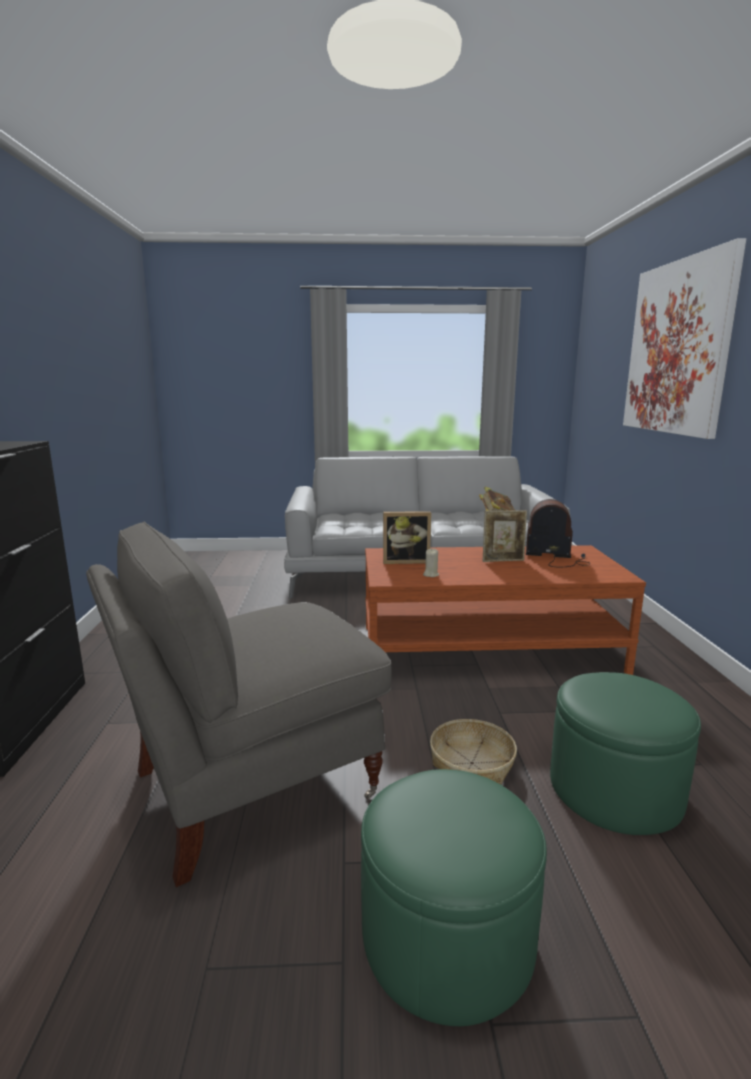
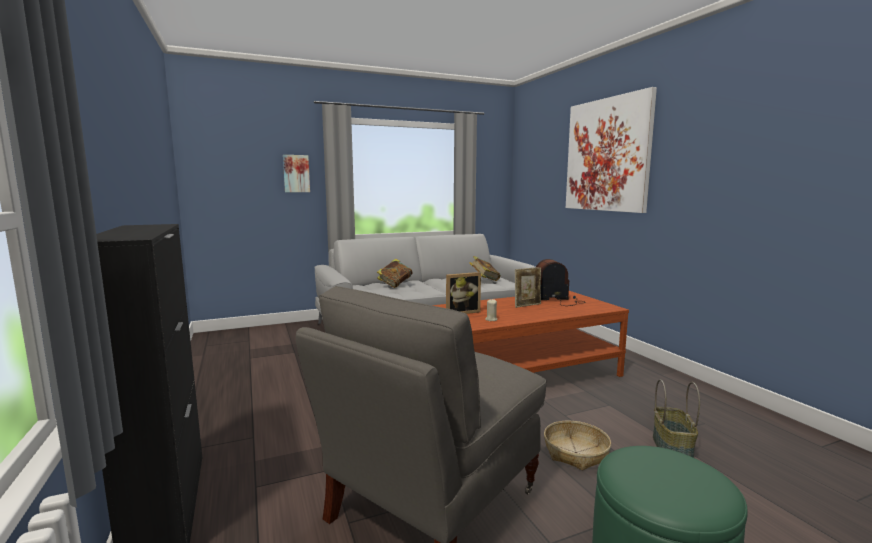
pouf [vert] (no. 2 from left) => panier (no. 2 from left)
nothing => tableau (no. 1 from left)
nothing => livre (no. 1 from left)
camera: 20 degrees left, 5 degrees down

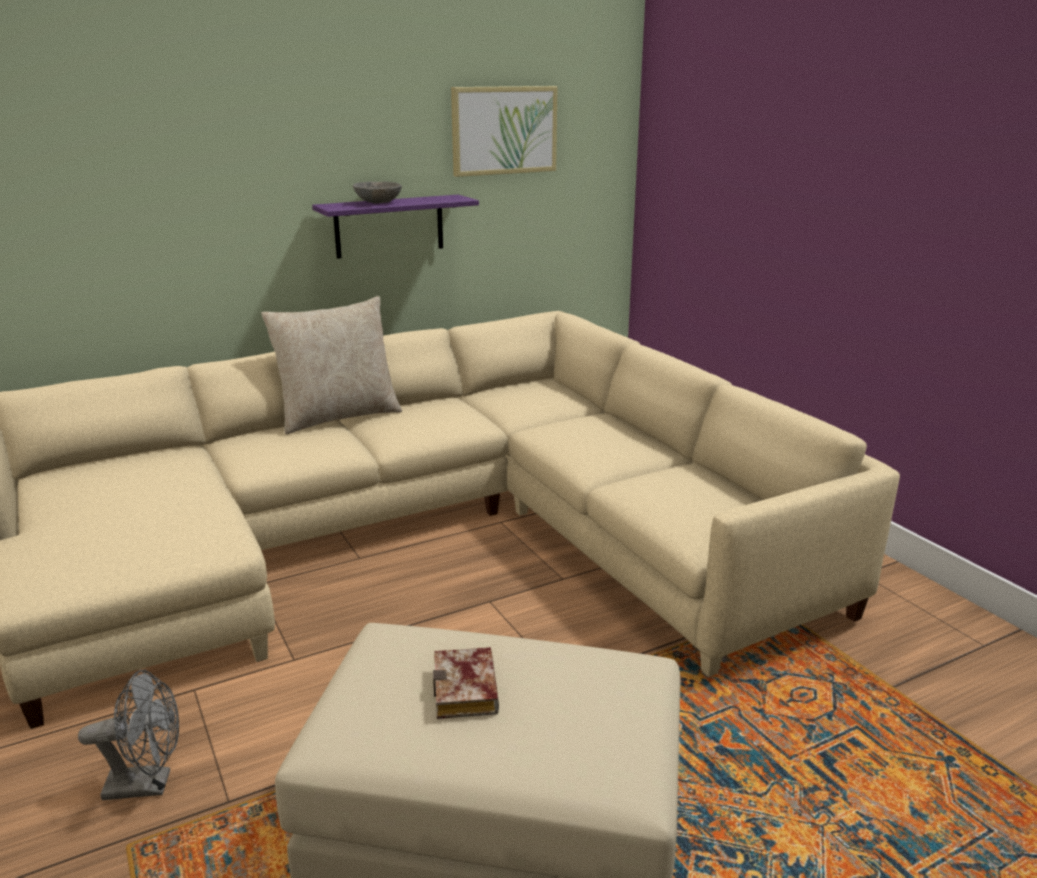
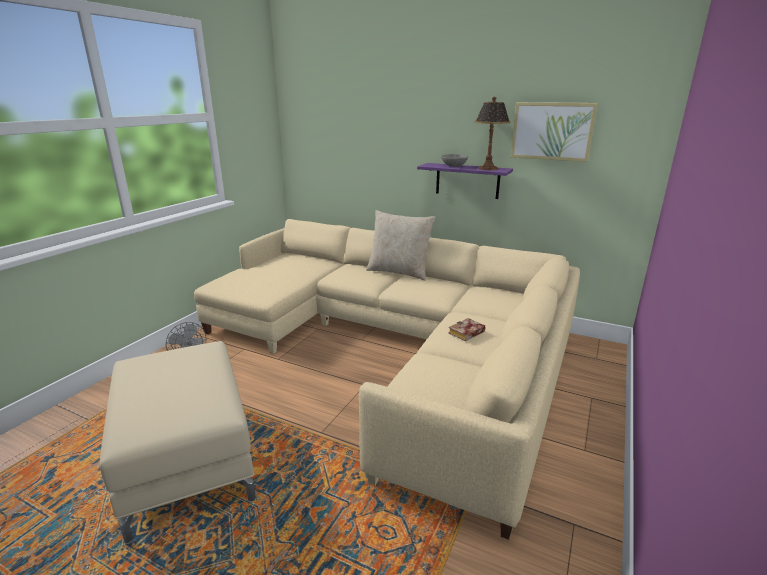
livre, relocated
nothing => lampe de table
camera: 55 degrees right, 0 degrees up

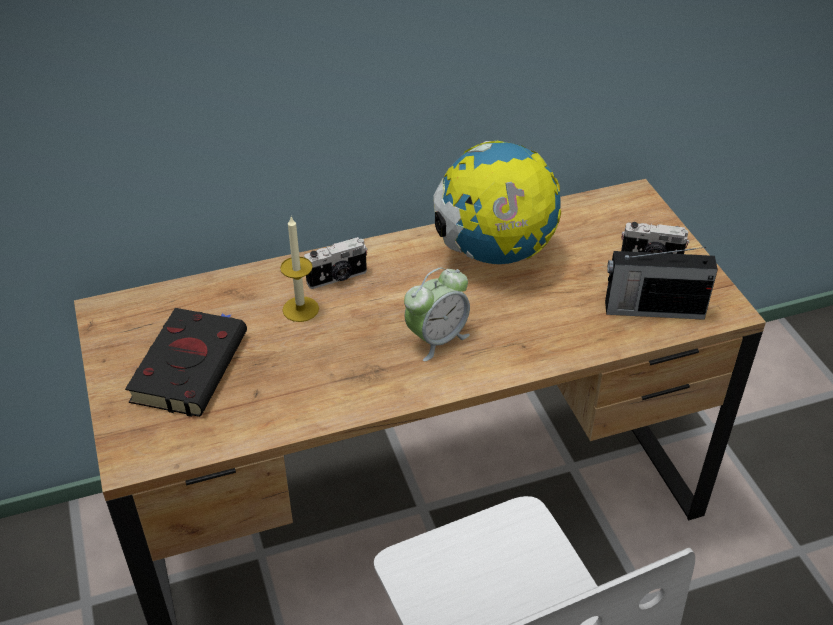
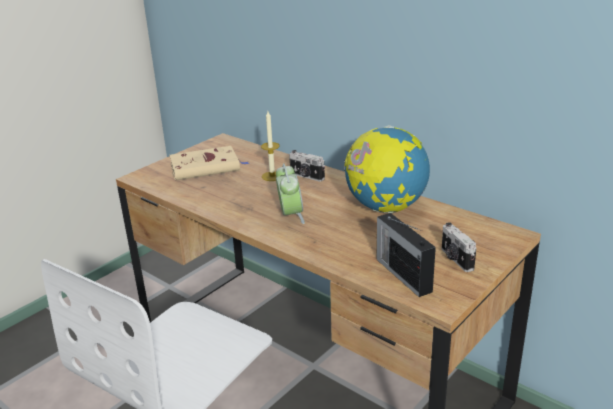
réveil, 120 degrees counterclockwise
livre [noir] => livre [beige]
camera: 60 degrees right, 15 degrees down

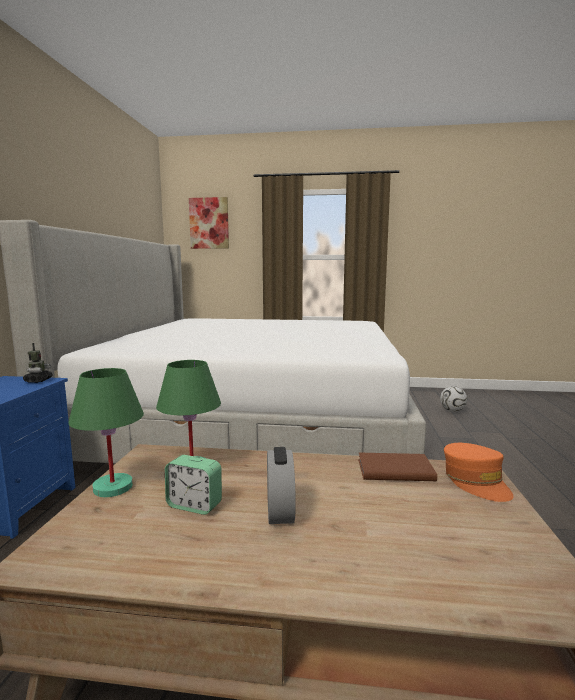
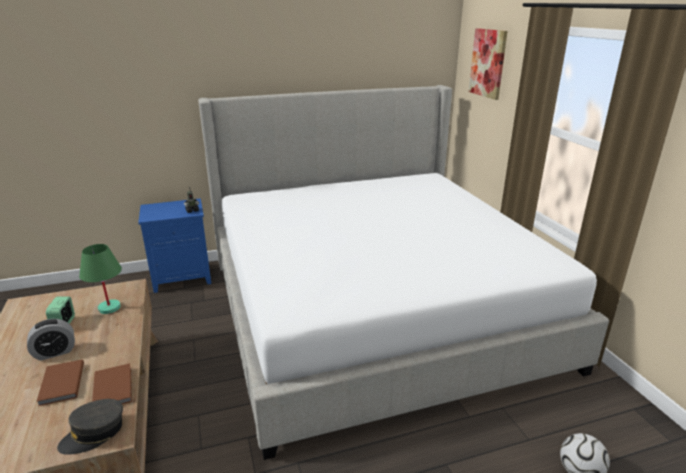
lampe de table [vert] (no. 1 from left) => nothing
casquette [orange] => casquette [gris]
nothing => livre [marron] (no. 1 from left)
camera: 65 degrees right, 15 degrees up

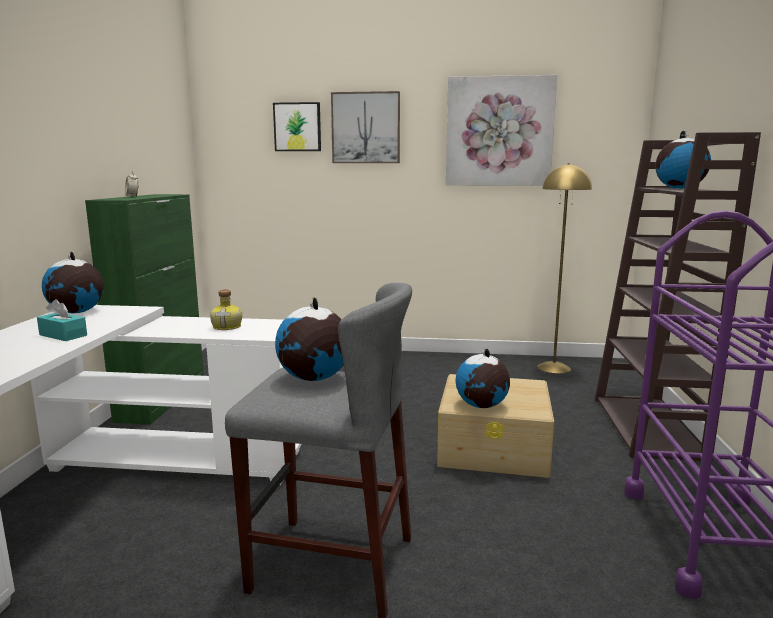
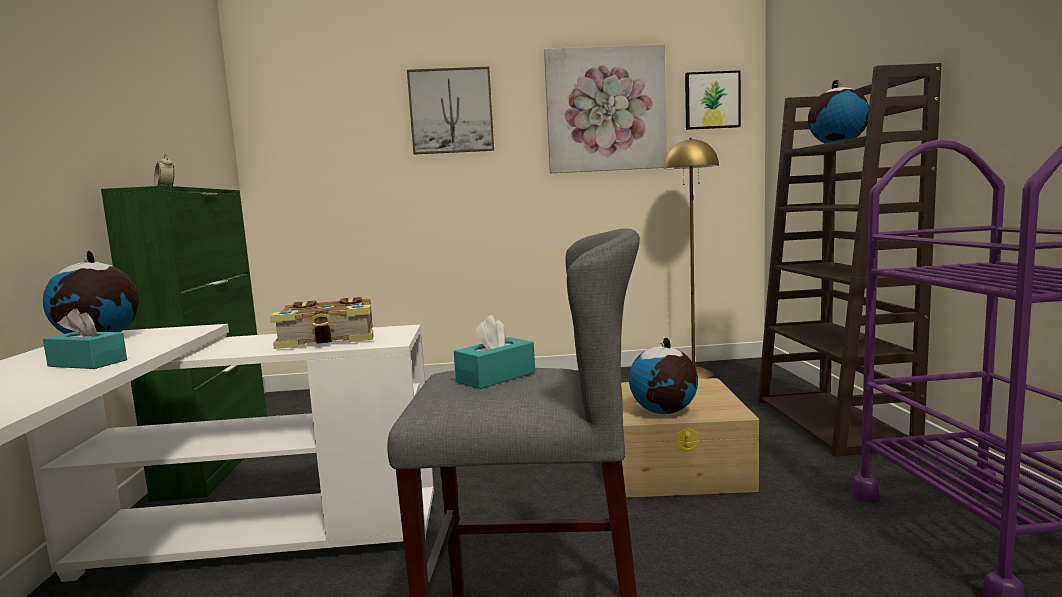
tableau (no. 1 from left in the first image) => tableau (no. 3 from left), relocated
bouteille => livre
globe (no. 2 from left) => boîte à mouchoirs [turquoise] (no. 2 from left)
camera: 10 degrees left, 5 degrees down

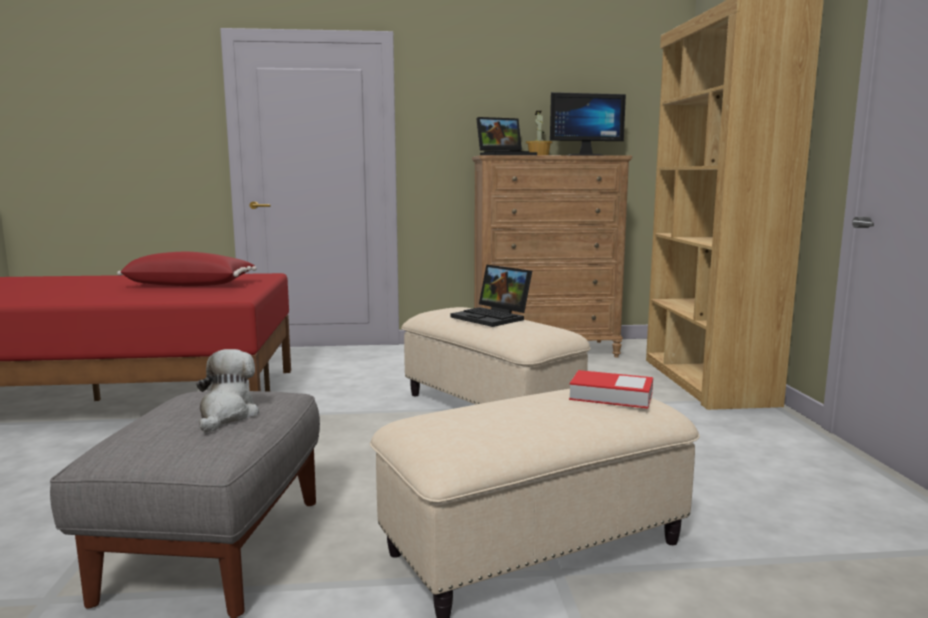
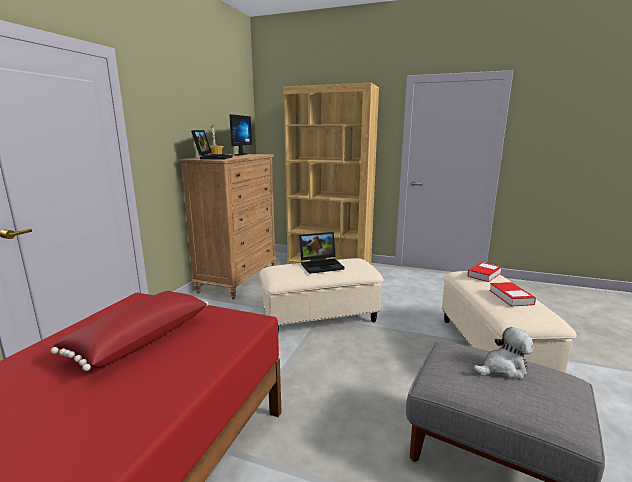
peluche, 135 degrees clockwise
nothing => livre (no. 2 from left)
camera: 65 degrees left, 5 degrees up

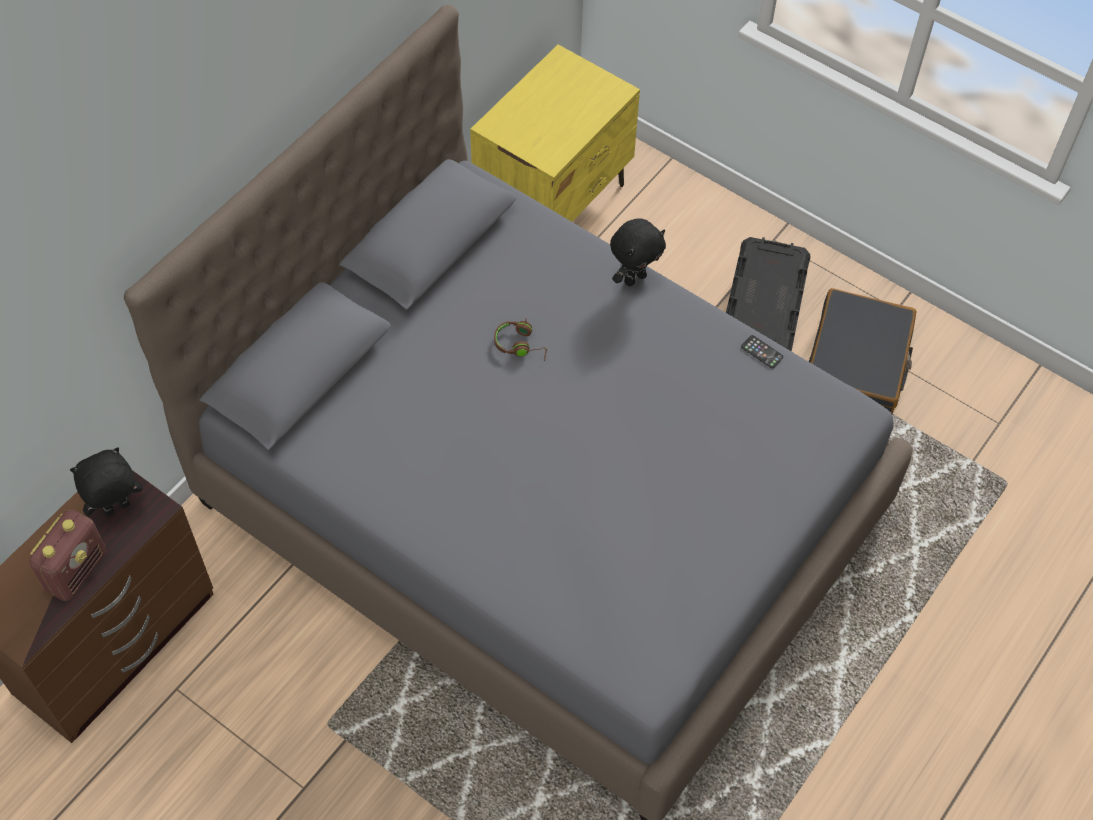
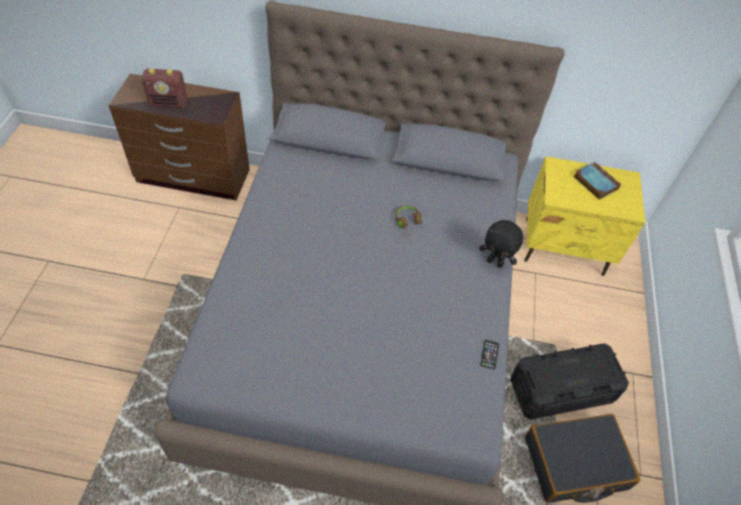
peluche [noir] (no. 1 from left) => nothing
nothing => livre
camera: 60 degrees right, 5 degrees down

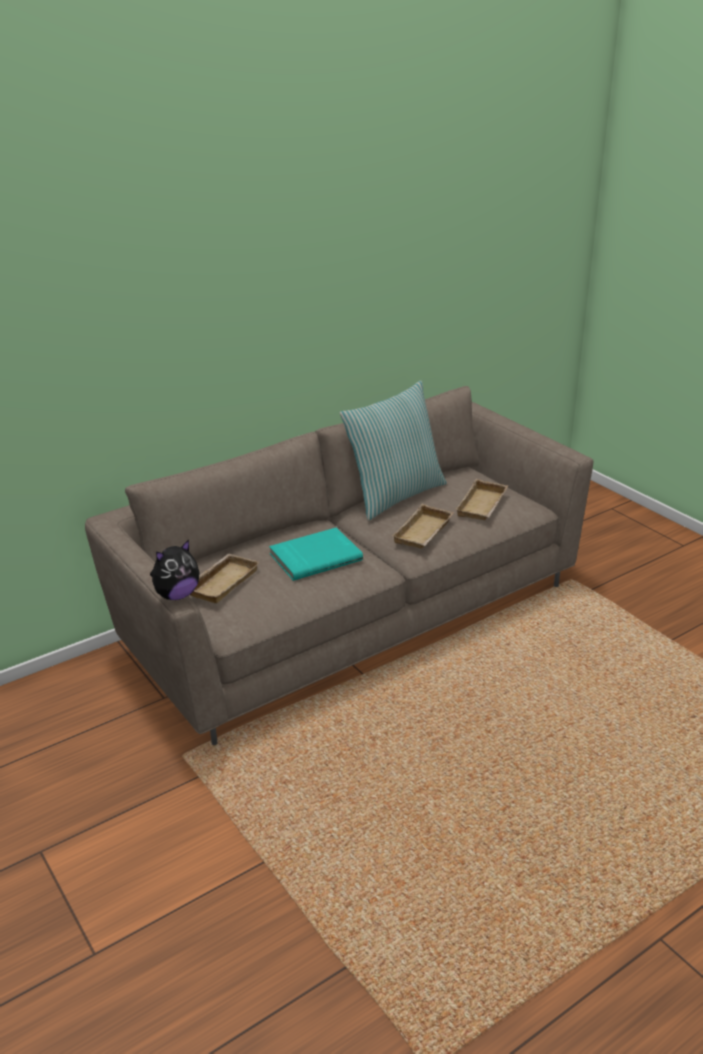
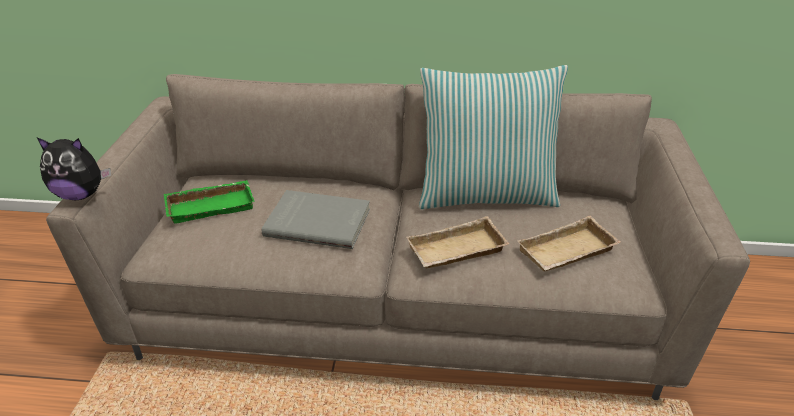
livre [turquoise] => livre [gris]
plateau [beige] (no. 1 from left) => plateau [vert]
camera: 40 degrees right, 5 degrees up

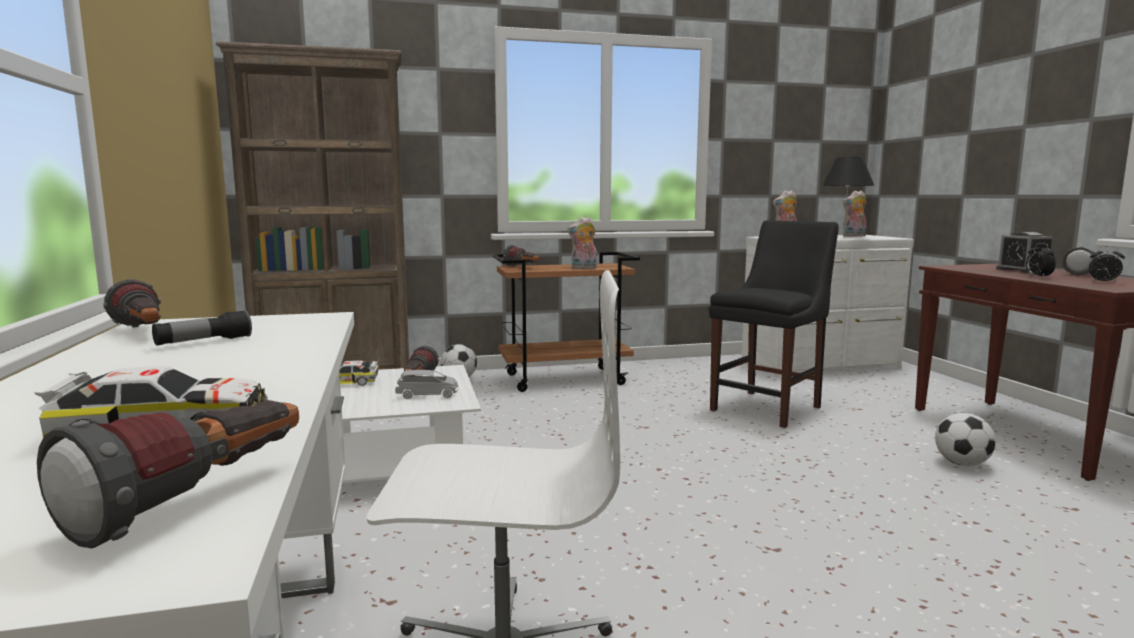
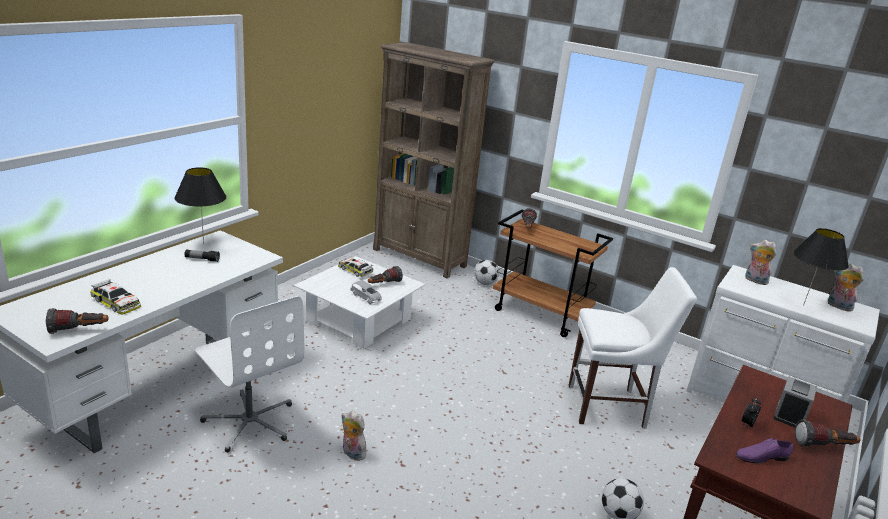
peluche (no. 1 from left), relocated
chaise [noir] => chaise [blanc]
réveil (no. 3 from left) => chaussure [violet]
lampe de poche (no. 1 from left) => lampe de table [noir] (no. 1 from left)
camera: 45 degrees right, 15 degrees up

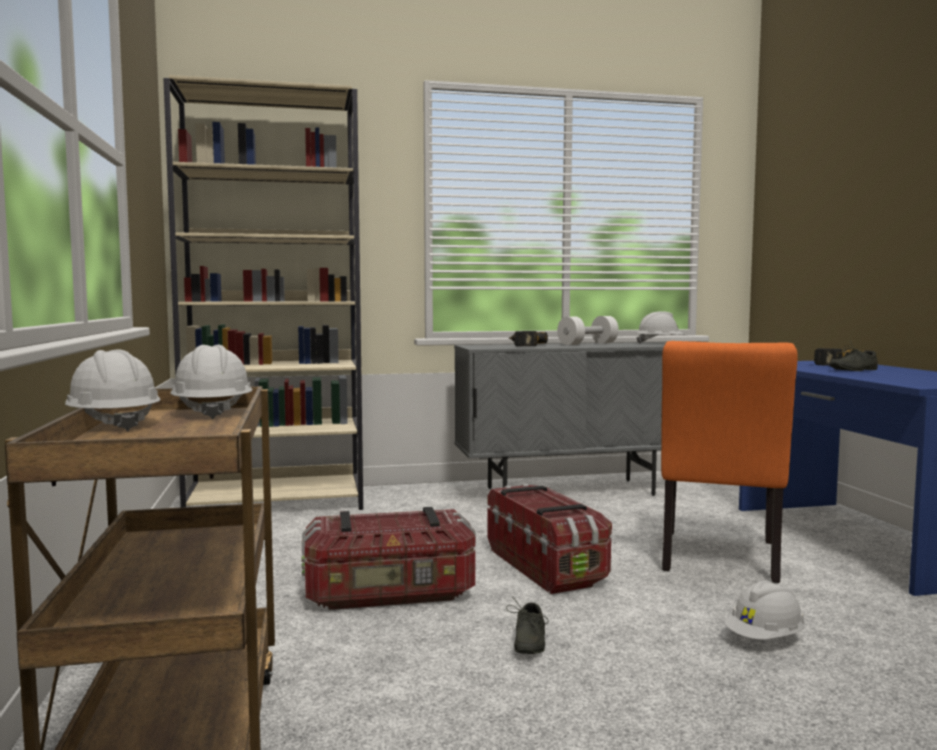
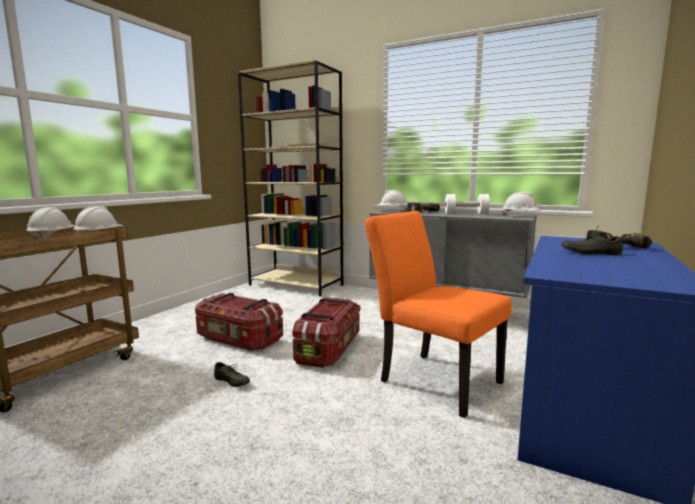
chaise [orange], 75 degrees clockwise
casque de chantier [blanc] (no. 4 from left in the first image) => casque de chantier [blanc] (no. 3 from left), relocated
chaussure [gris] (no. 1 from left), 105 degrees counterclockwise
camera: 40 degrees right, 5 degrees up

